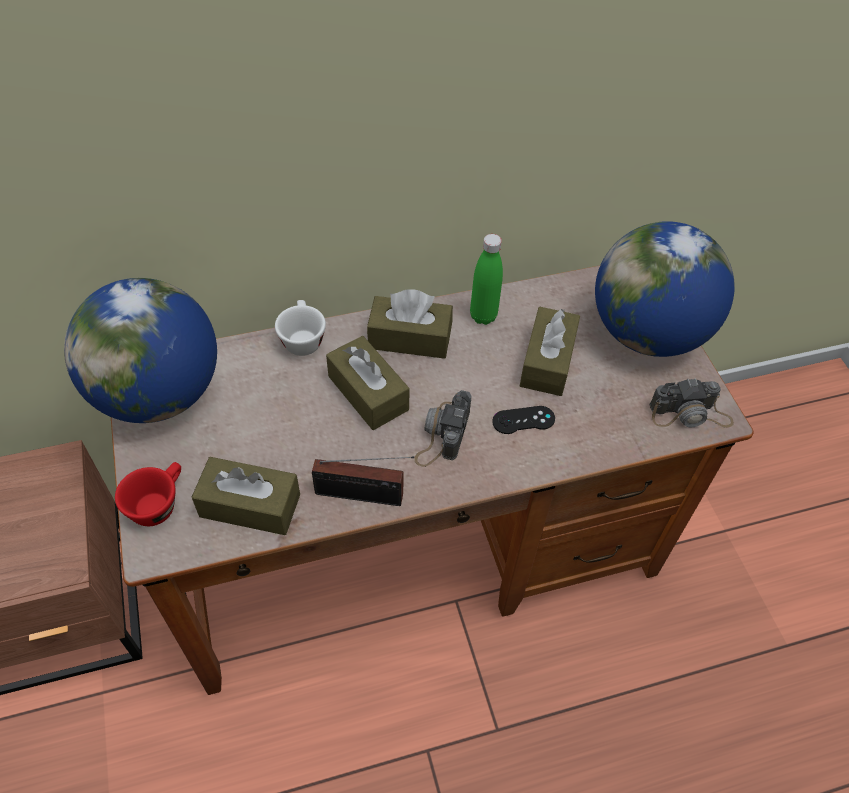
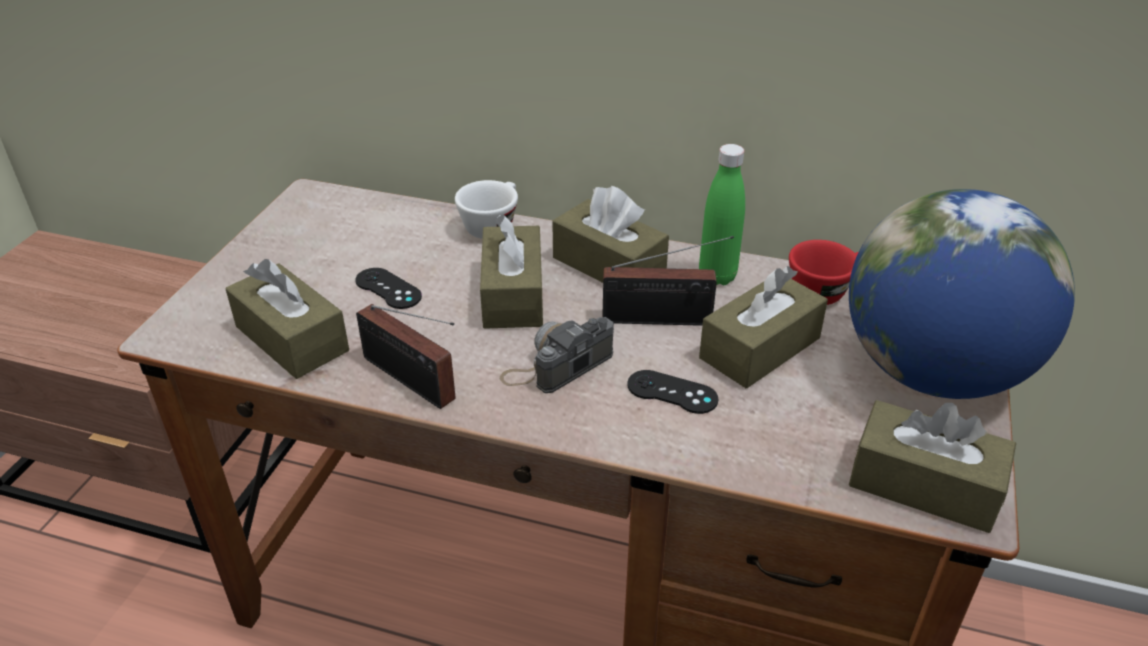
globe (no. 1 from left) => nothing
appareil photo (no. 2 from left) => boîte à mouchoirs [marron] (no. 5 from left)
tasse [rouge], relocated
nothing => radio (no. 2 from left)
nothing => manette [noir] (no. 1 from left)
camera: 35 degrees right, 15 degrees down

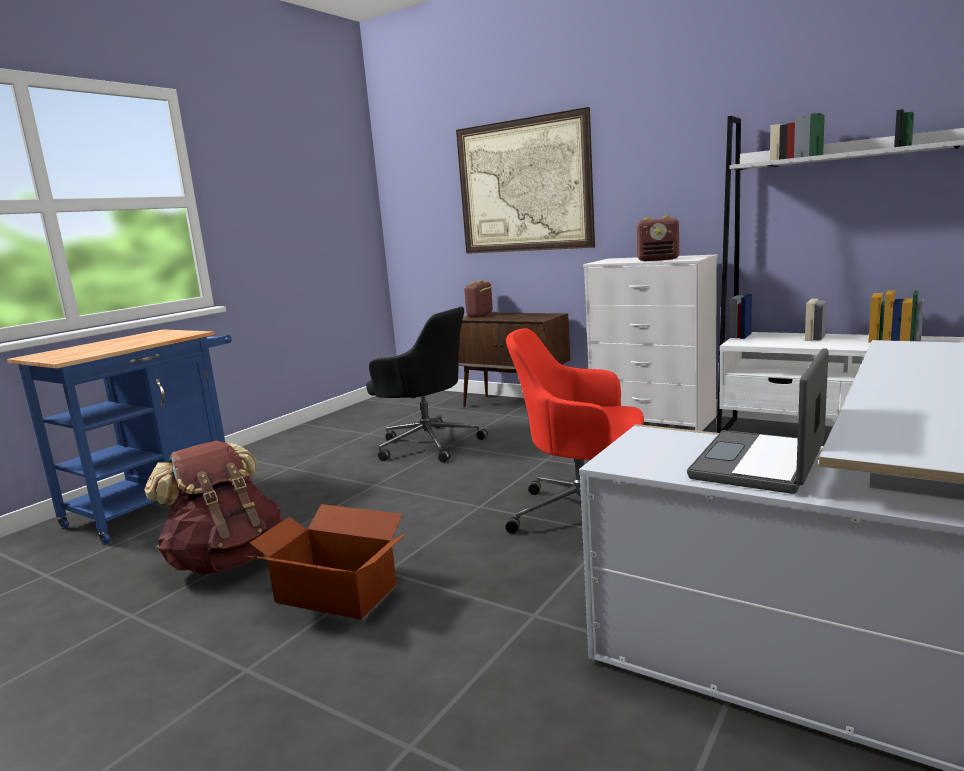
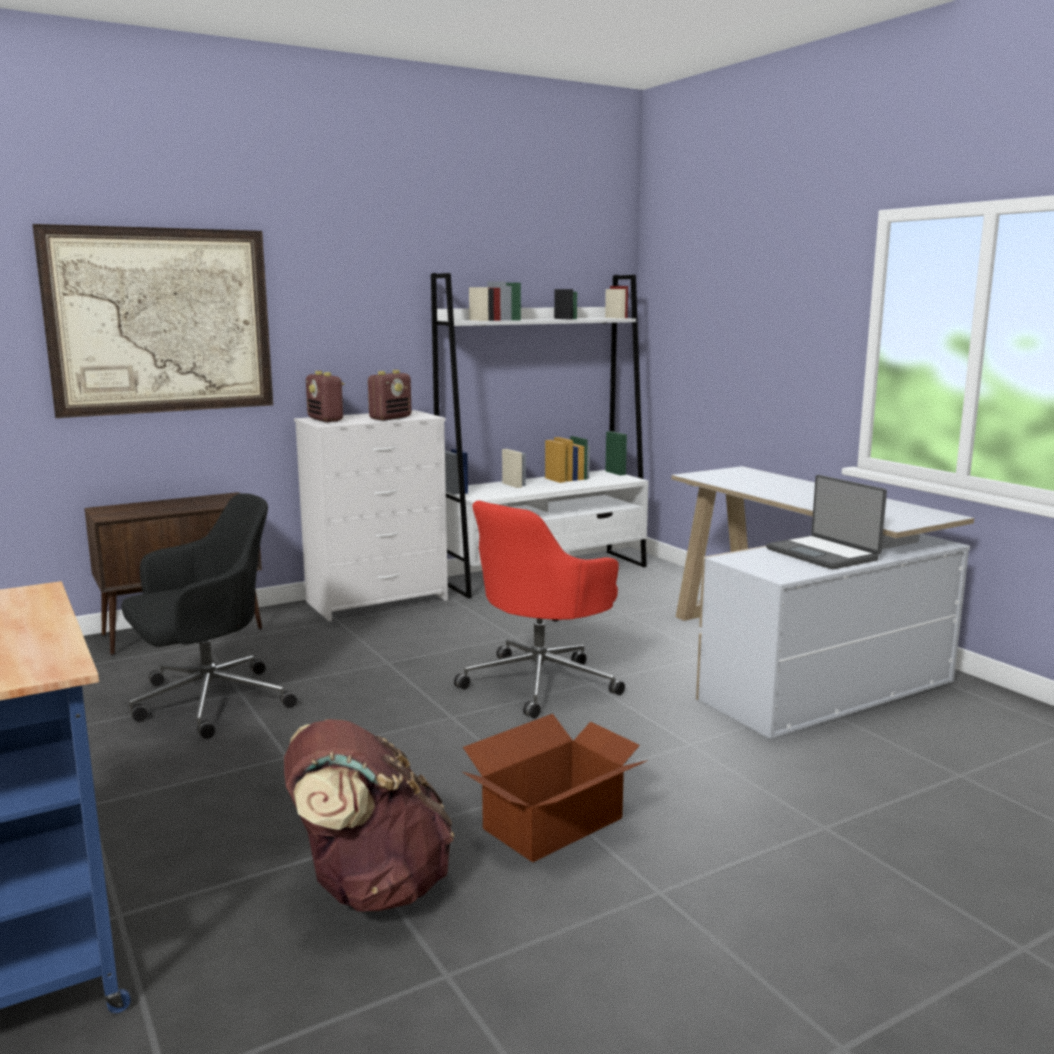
radio (no. 1 from left), relocated
camera: 65 degrees left, 0 degrees up

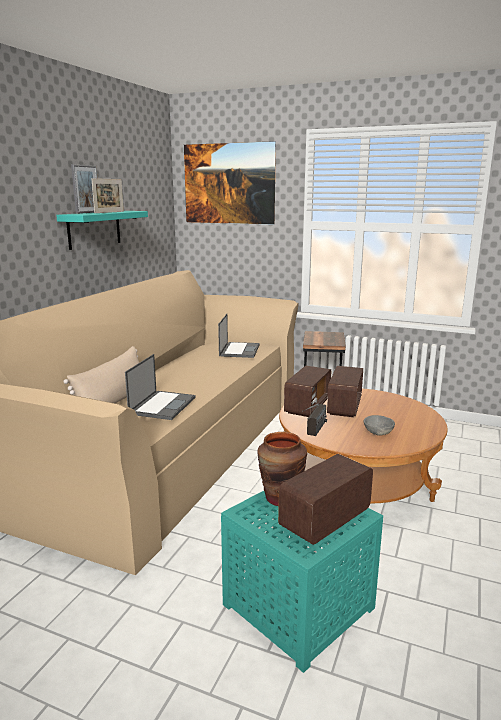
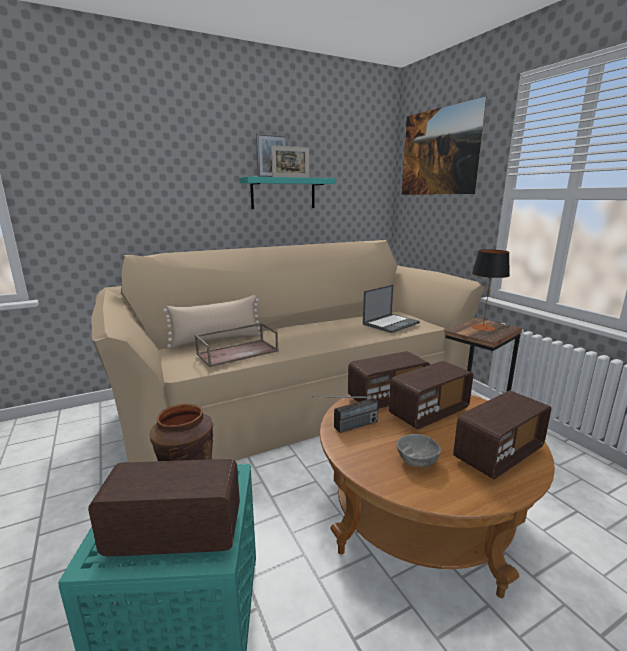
ordinateur portable (no. 1 from left) => plateau [marron]
nothing => lampe de table
nothing => radio (no. 5 from left)
camera: 40 degrees right, 0 degrees up

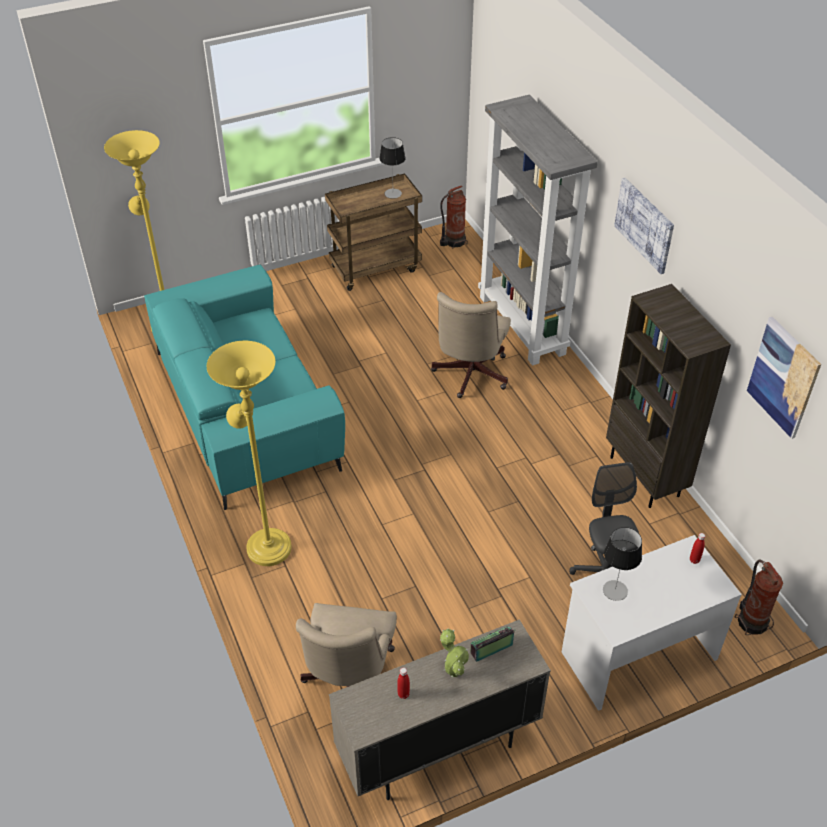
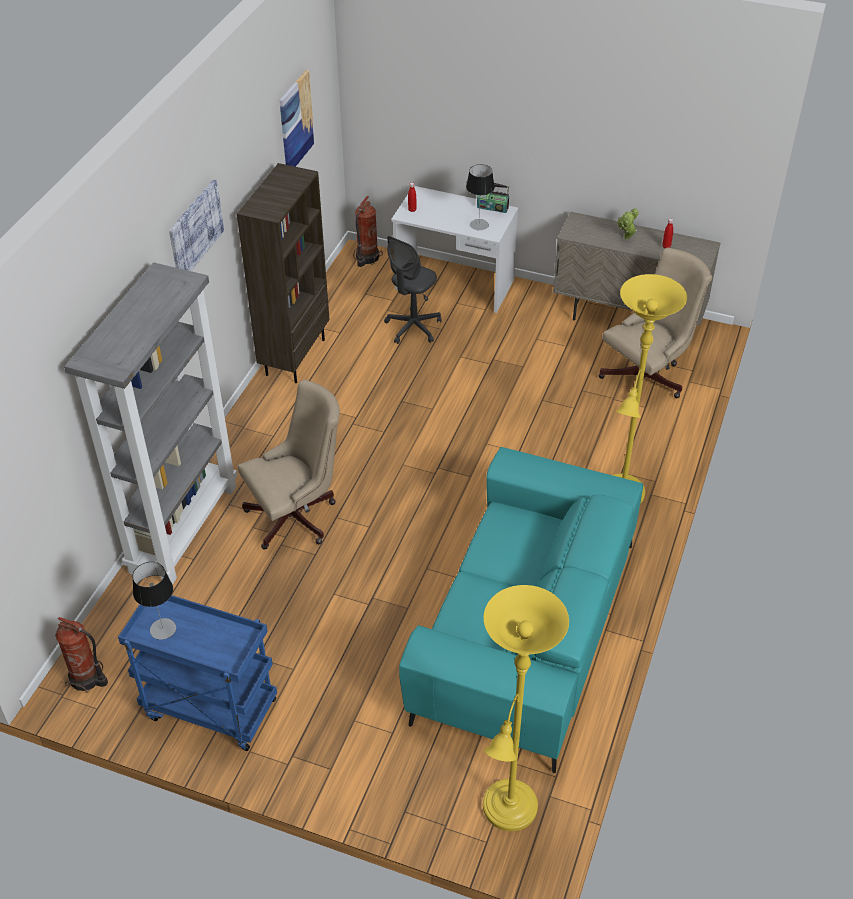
chariot [marron] => chariot [bleu]
radio, relocated
camera: 135 degrees left, 0 degrees up

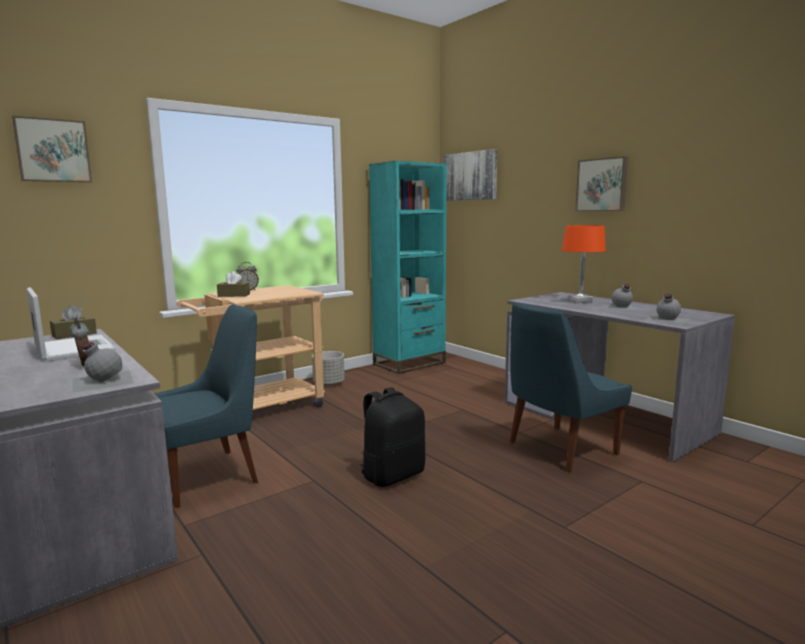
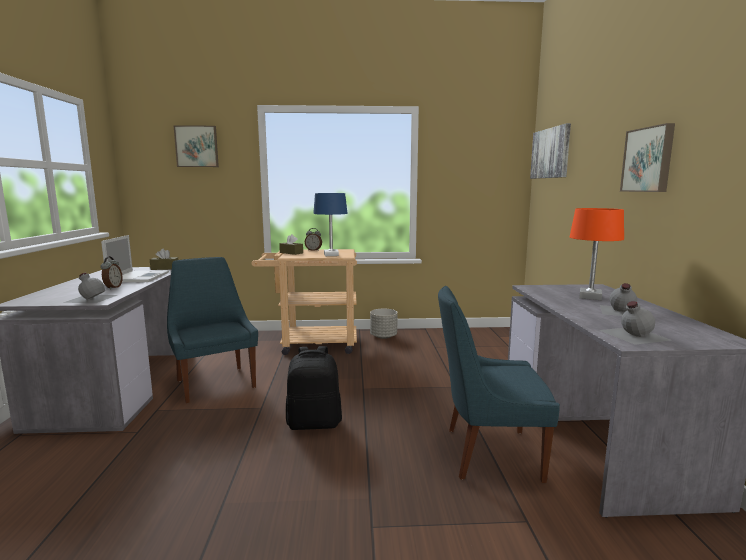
bibliothèque [turquoise] => nothing
chaise [bleu] (no. 1 from left), 120 degrees counterclockwise
nothing => lampe de table [bleu]
camera: 35 degrees right, 0 degrees up

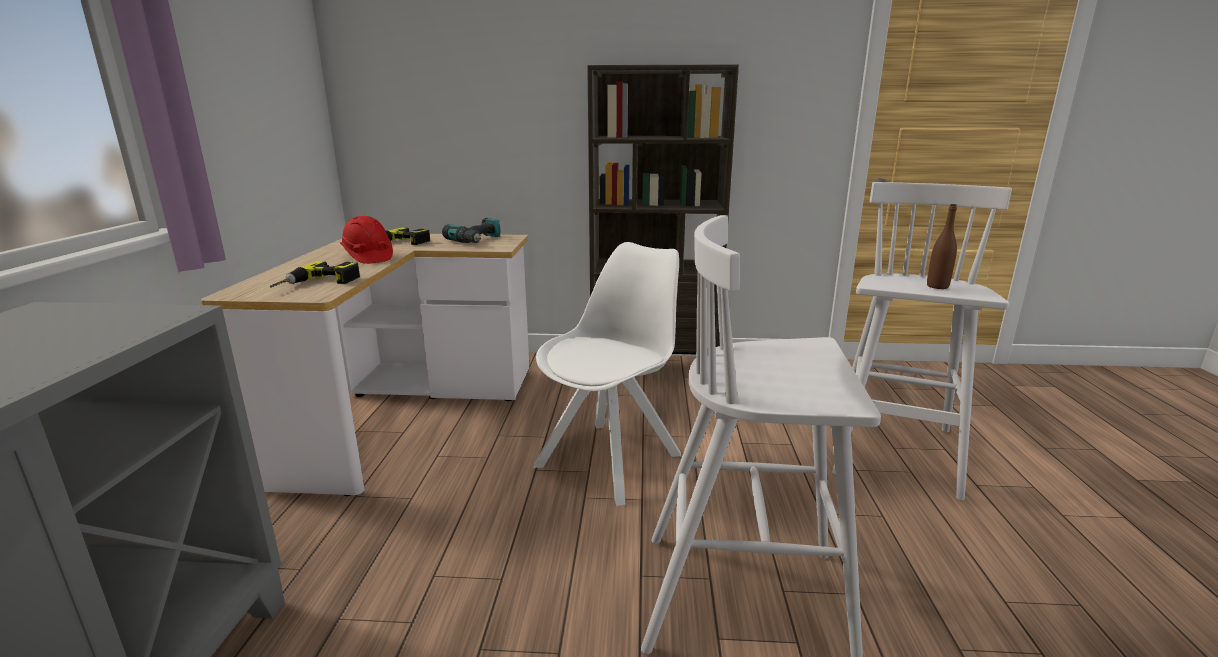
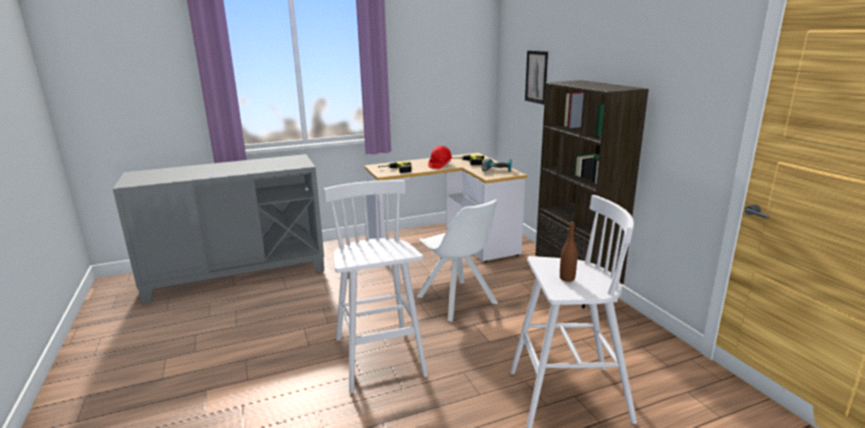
chaise [blanc], 45 degrees clockwise
nothing => tableau
camera: 65 degrees right, 0 degrees up

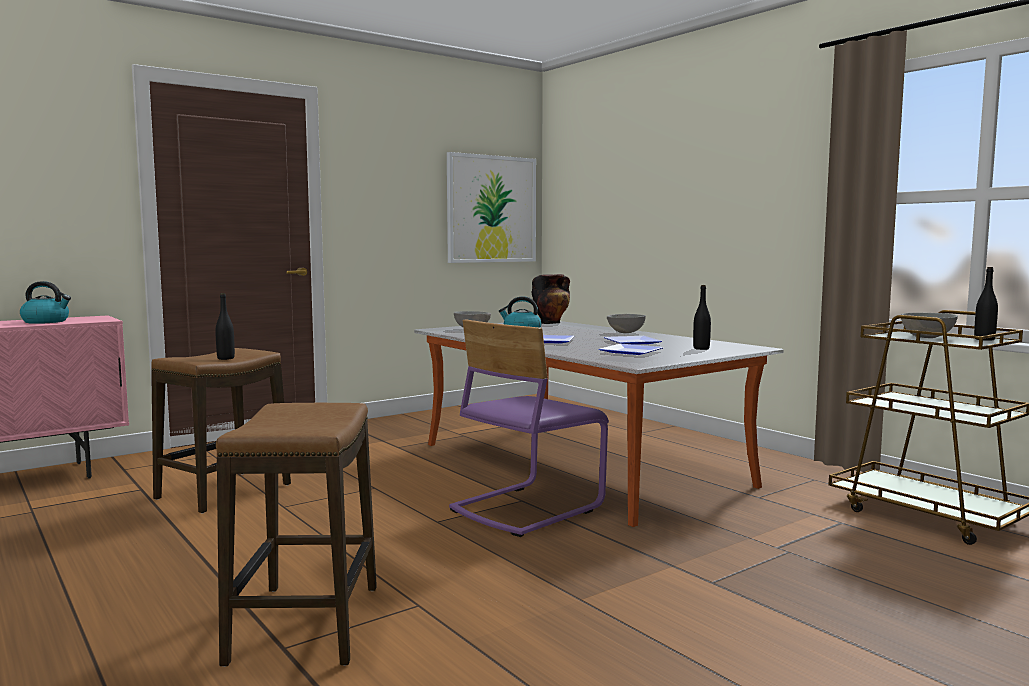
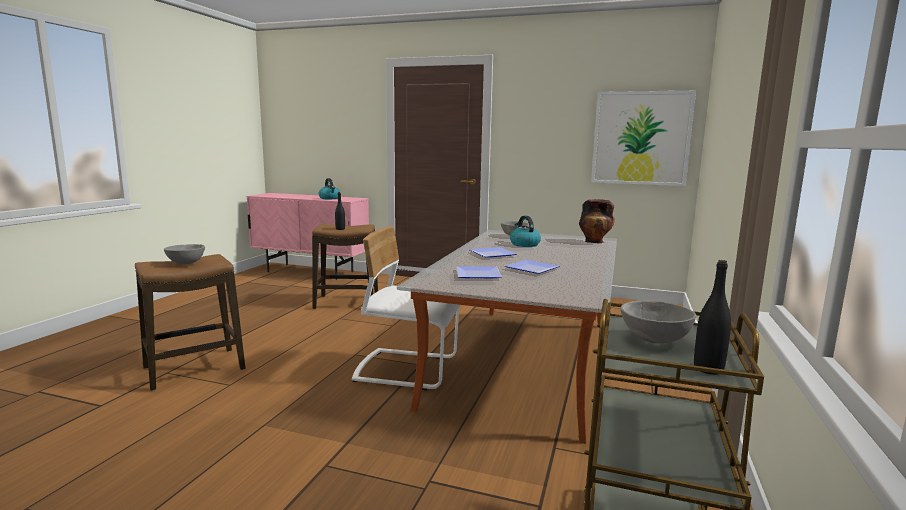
bouteille [noir] (no. 2 from left) => nothing
bol [gris] (no. 2 from left in the first image) => bol [gris] (no. 1 from left), relocated
chaise [violet] => chaise [blanc]
camera: 55 degrees right, 5 degrees up

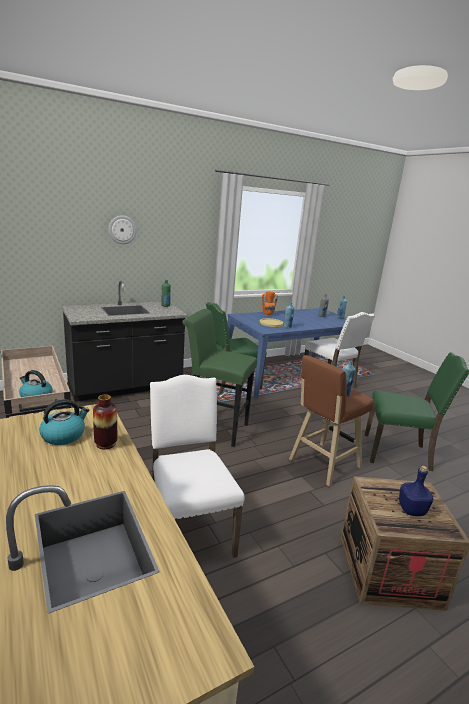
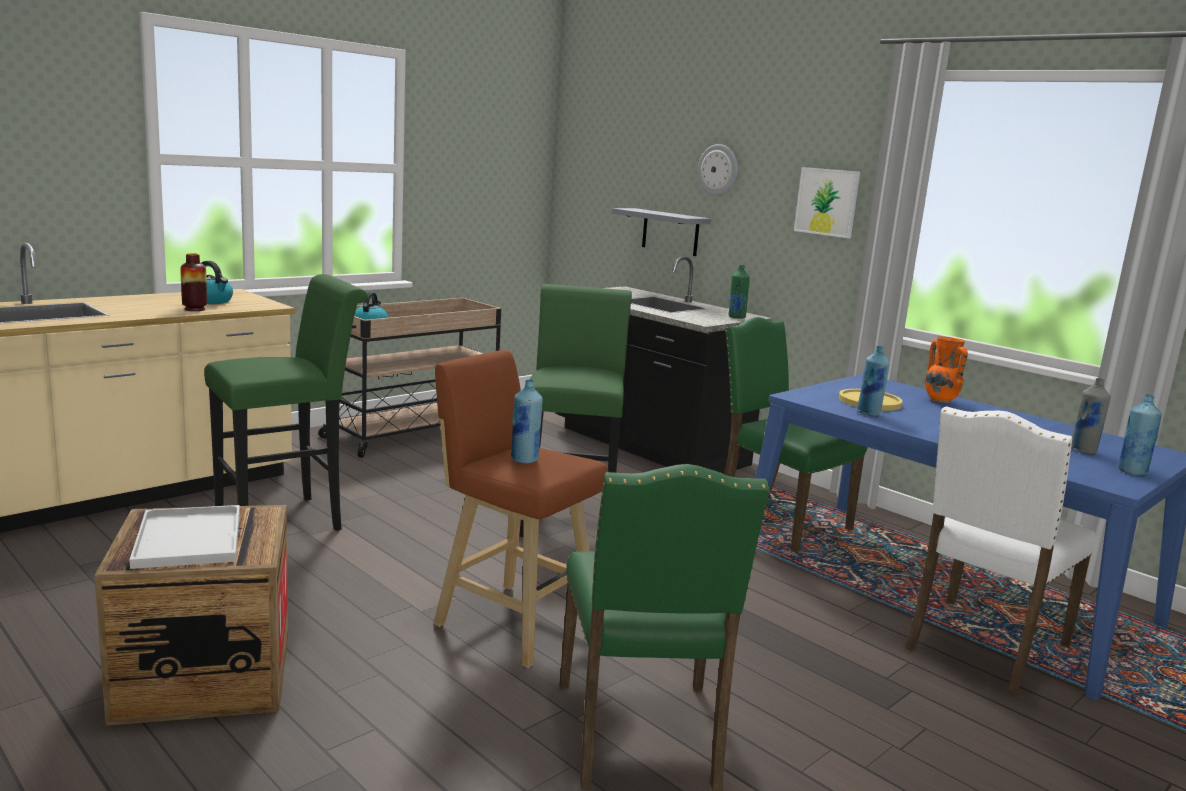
chaise [blanc] (no. 1 from left) => tabouret [vert] (no. 1 from left)
bouteille [bleu] (no. 4 from left) => plateau [blanc]
nothing => tableau
nothing => étagère [gris]
camera: 75 degrees right, 5 degrees down

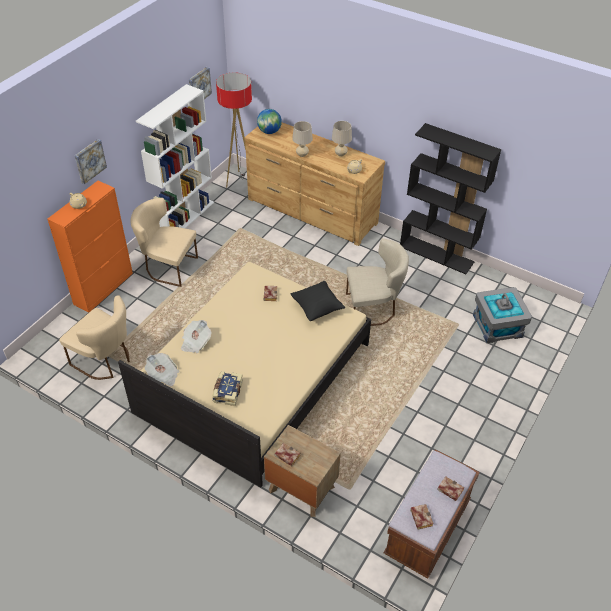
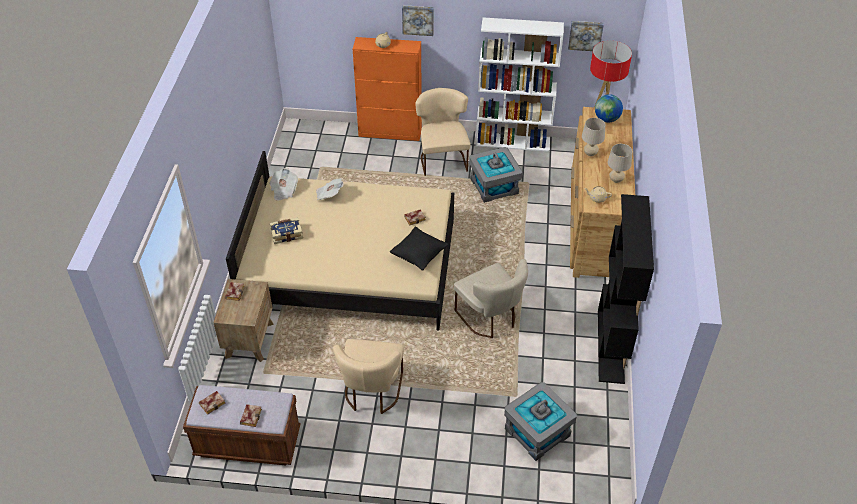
chaise [beige] (no. 1 from left), relocated
nothing => boîte de rangement [gris] (no. 1 from left)
camera: 65 degrees right, 0 degrees up

